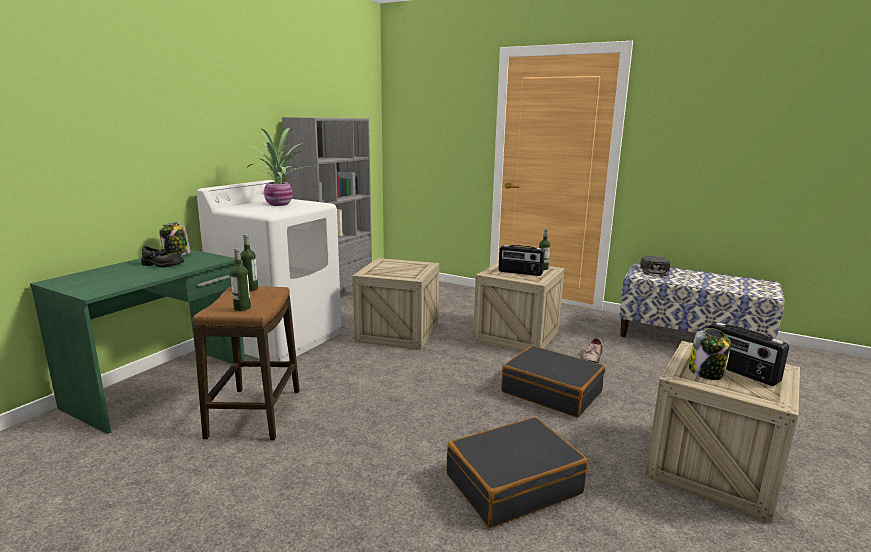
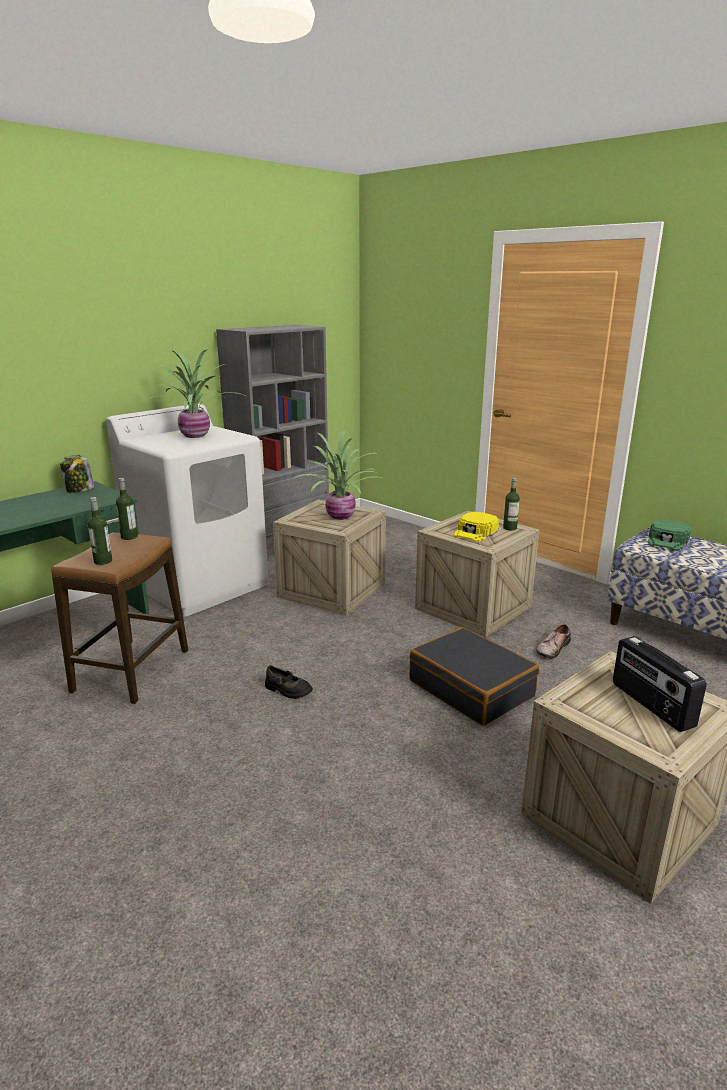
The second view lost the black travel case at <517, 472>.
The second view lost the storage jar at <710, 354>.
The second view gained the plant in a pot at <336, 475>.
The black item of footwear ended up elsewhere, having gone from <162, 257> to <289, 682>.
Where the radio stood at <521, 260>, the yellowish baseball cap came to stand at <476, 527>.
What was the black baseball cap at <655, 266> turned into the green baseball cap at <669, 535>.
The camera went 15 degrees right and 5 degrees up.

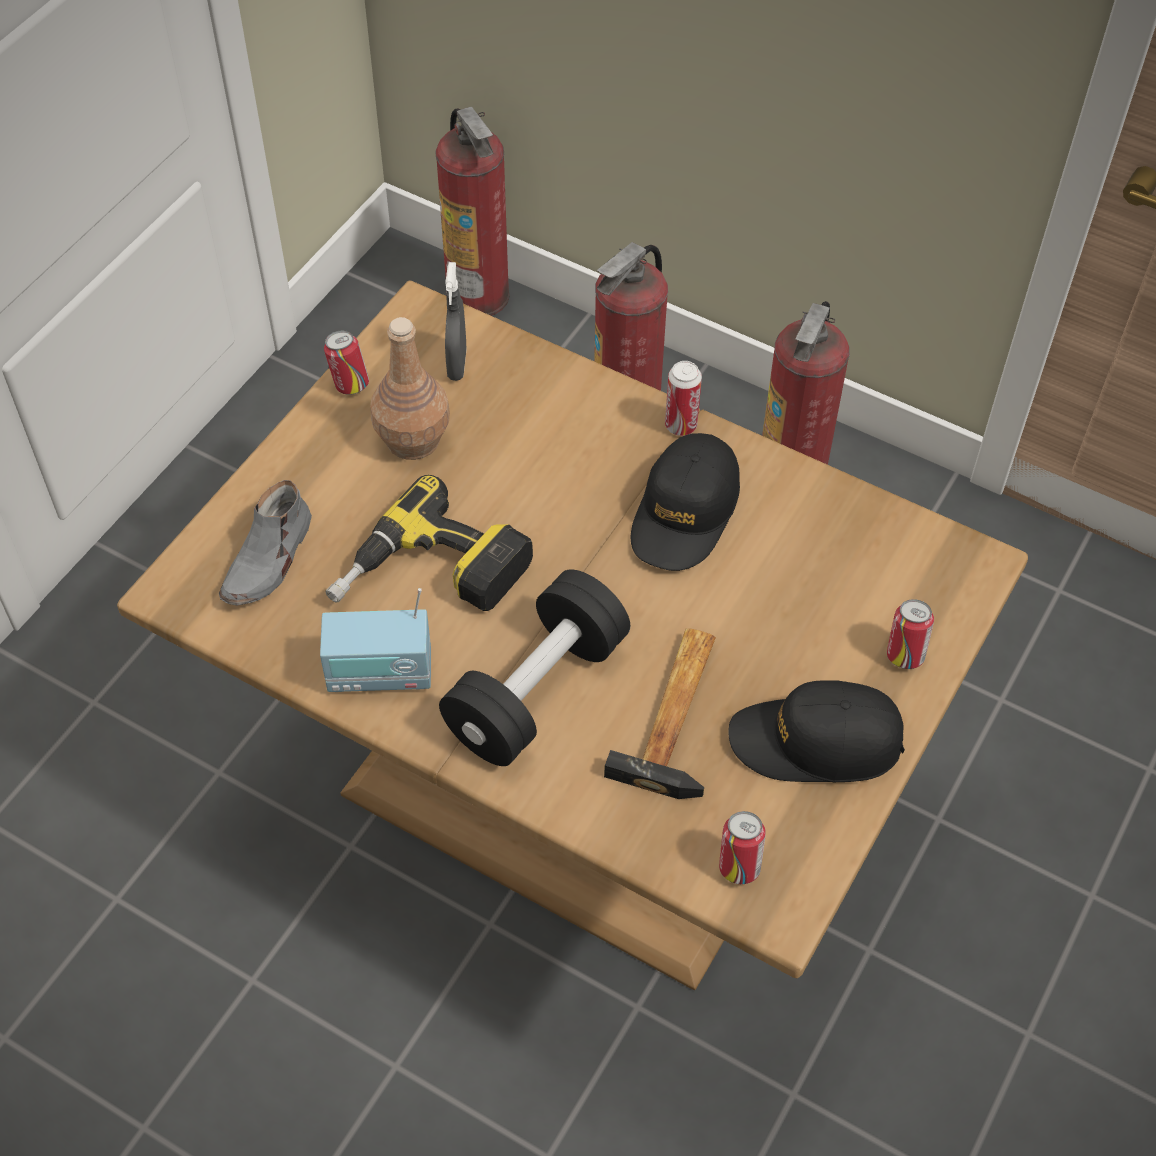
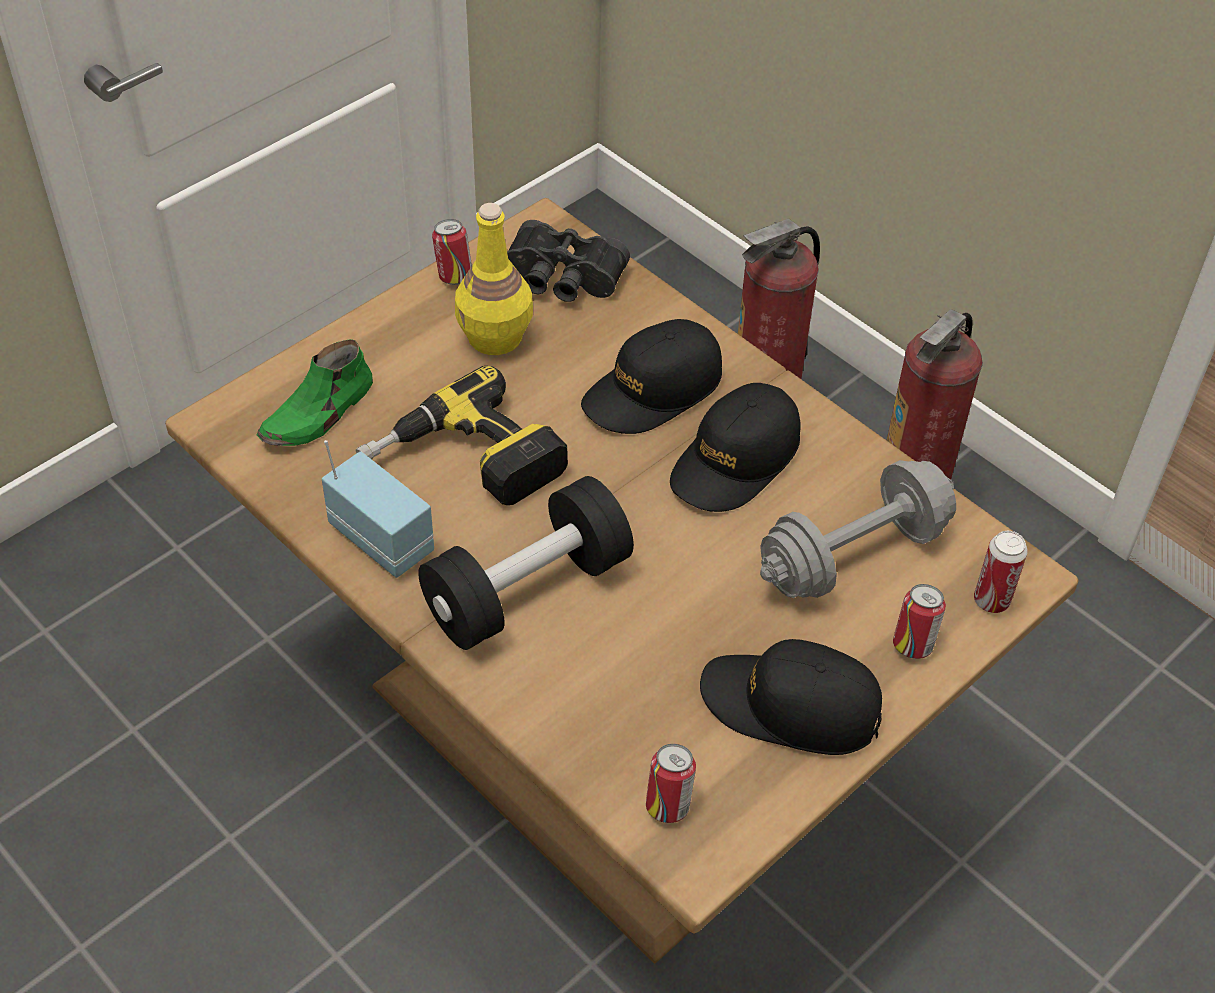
The second view lost the fire extinguisher at <472, 211>.
The second view lost the tool hammer at <660, 713>.
The second view gained the black baseball cap at <651, 376>.
The second view gained the grey free weight at <858, 529>.
The can ended up elsewhere, having gone from <683, 398> to <1001, 572>.
Where the grey hand sprayer stood at <455, 321>, the black binoculars came to stand at <568, 261>.
What was the grey item of footwear at <265, 543> turned into the green item of footwear at <315, 392>.
What was the brownish beverage bottle at <410, 388> turned into the yellowish beverage bottle at <494, 279>.
The radio at <375, 640> ended up facing another way, 150 degrees counterclockwise from before.
The camera went 15 degrees right and 5 degrees down.

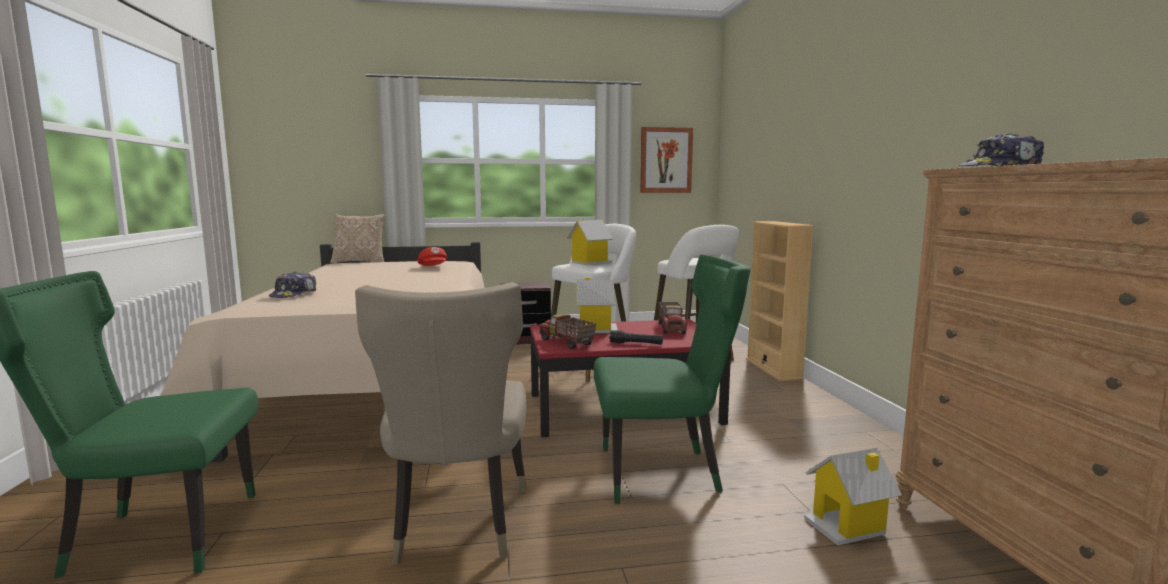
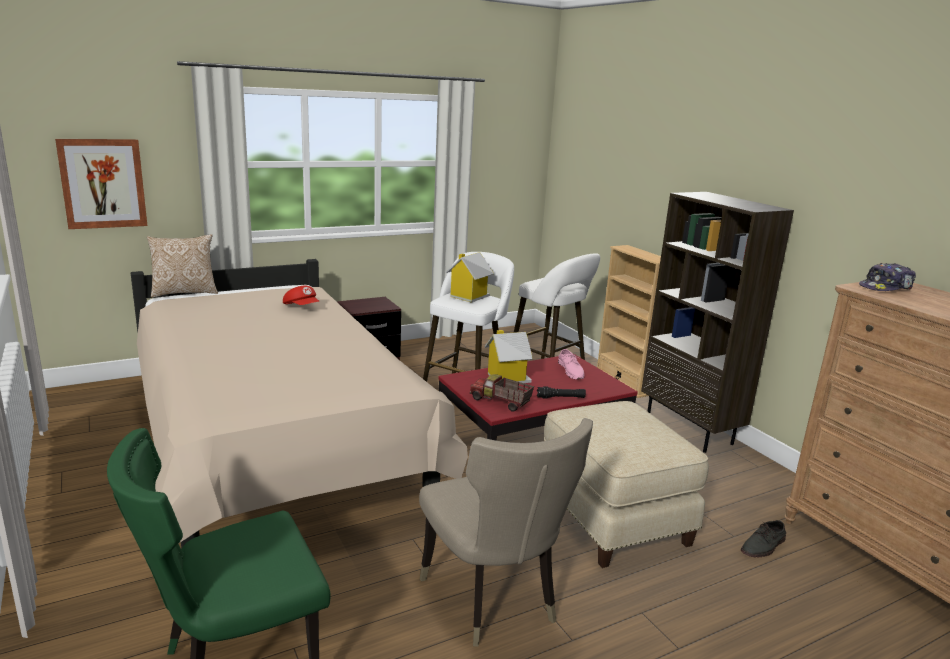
The second view lost the baseball cap at <292, 285>.
The second view gained the brownish shelving unit at <717, 322>.
The picture ended up elsewhere, having gone from <666, 160> to <101, 184>.
Where the green plain chair stood at <672, 379>, the beige-coloured ottoman came to stand at <626, 484>.
Where the toy lorry stood at <672, 318>, the pink item of footwear came to stand at <571, 364>.
Where the model house stood at <853, 496>, the grey item of footwear came to stand at <763, 538>.
The camera went 20 degrees left and 10 degrees up.

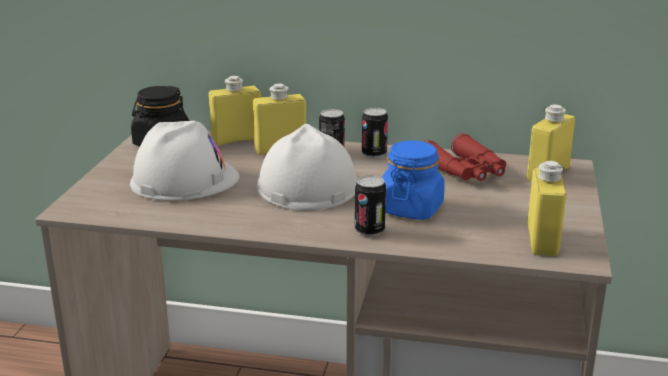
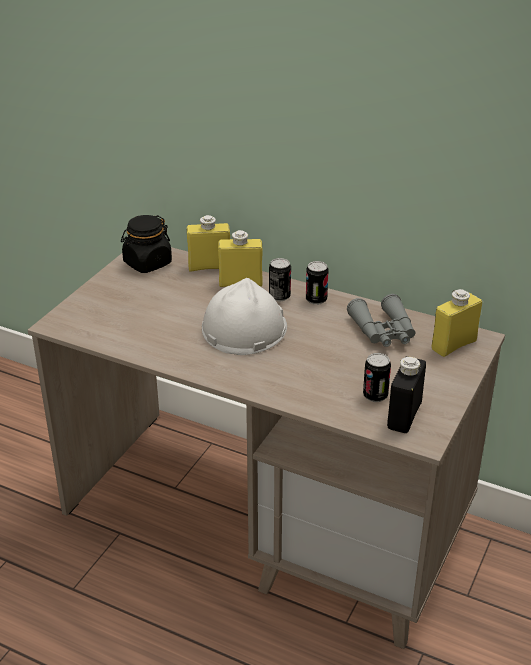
The second view lost the white work helmet at <184, 161>.
The second view lost the blue storage jar at <413, 180>.
The can ended up elsewhere, having gone from <370, 206> to <377, 377>.
What was the red binoculars at <465, 157> turned into the grey binoculars at <381, 320>.
What was the yellowish beverage bottle at <546, 208> turned into the black beverage bottle at <406, 395>.
The camera went 15 degrees right and 10 degrees up.

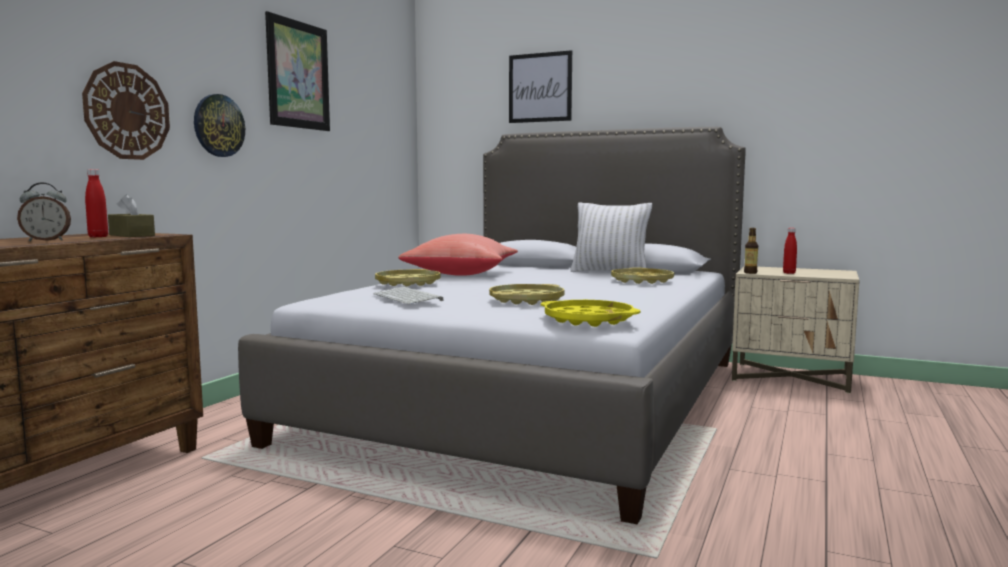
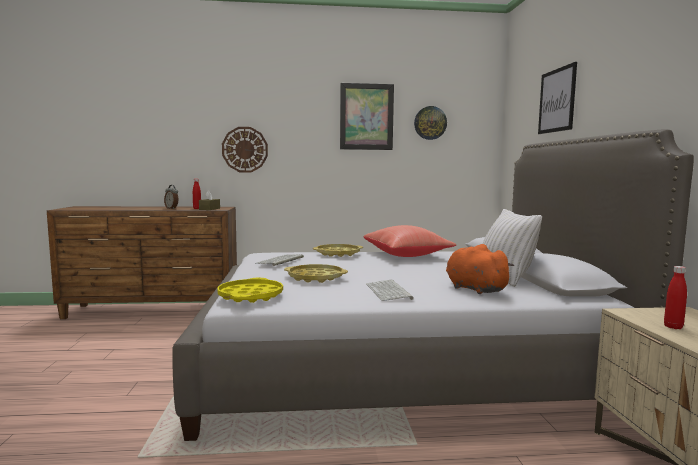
The second view lost the beverage bottle at <751, 251>.
The second view gained the keyboard at <390, 290>.
The hanging clock ended up elsewhere, having gone from <219, 125> to <430, 123>.
Where the yellowish serving tray stood at <642, 276>, the orange-coloured cuddly toy came to stand at <480, 269>.
The camera went 60 degrees right and 0 degrees up.

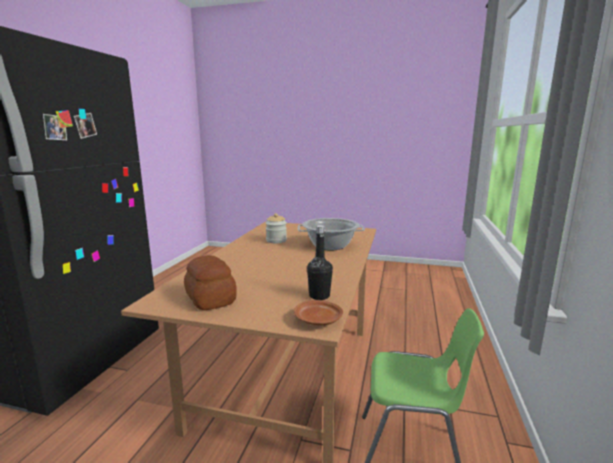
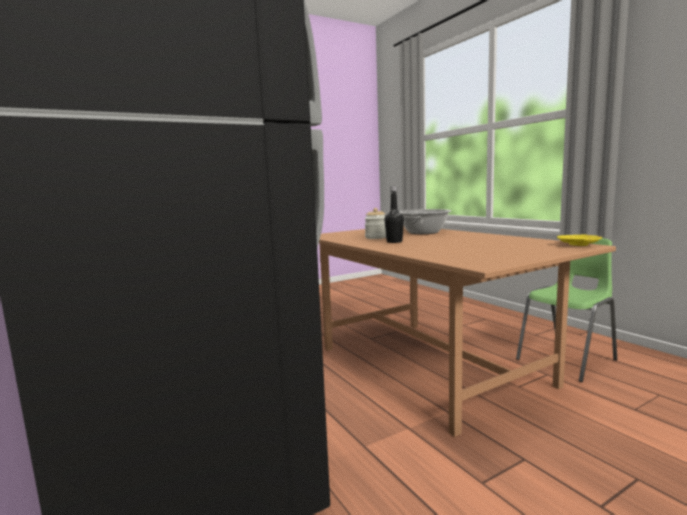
The second view lost the bakery bread at <210, 282>.
The black beverage bottle ended up elsewhere, having gone from <320, 262> to <394, 214>.
What was the brownish dinner plate at <318, 312> turned into the yellowish dinner plate at <579, 240>.
The camera went 45 degrees left and 5 degrees down.

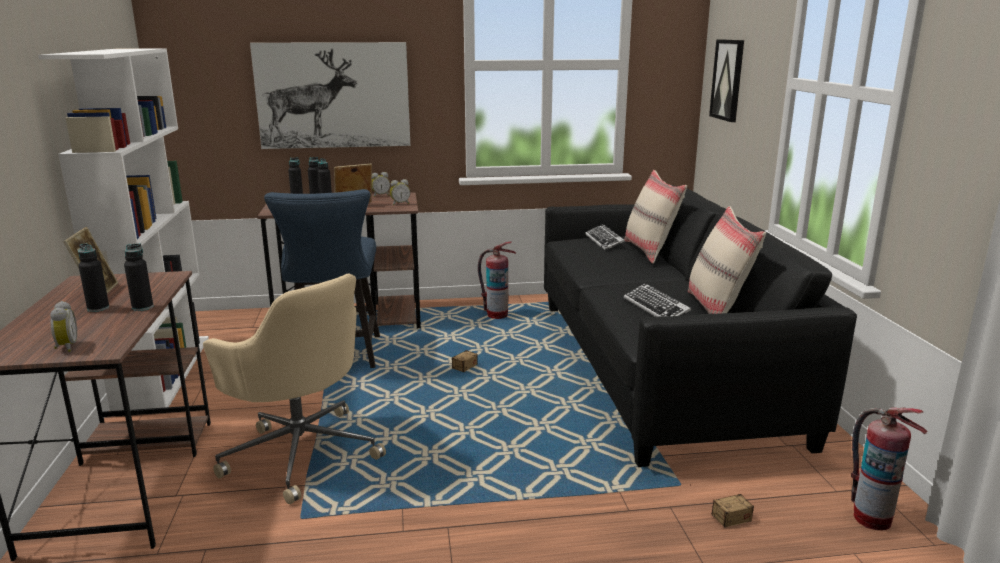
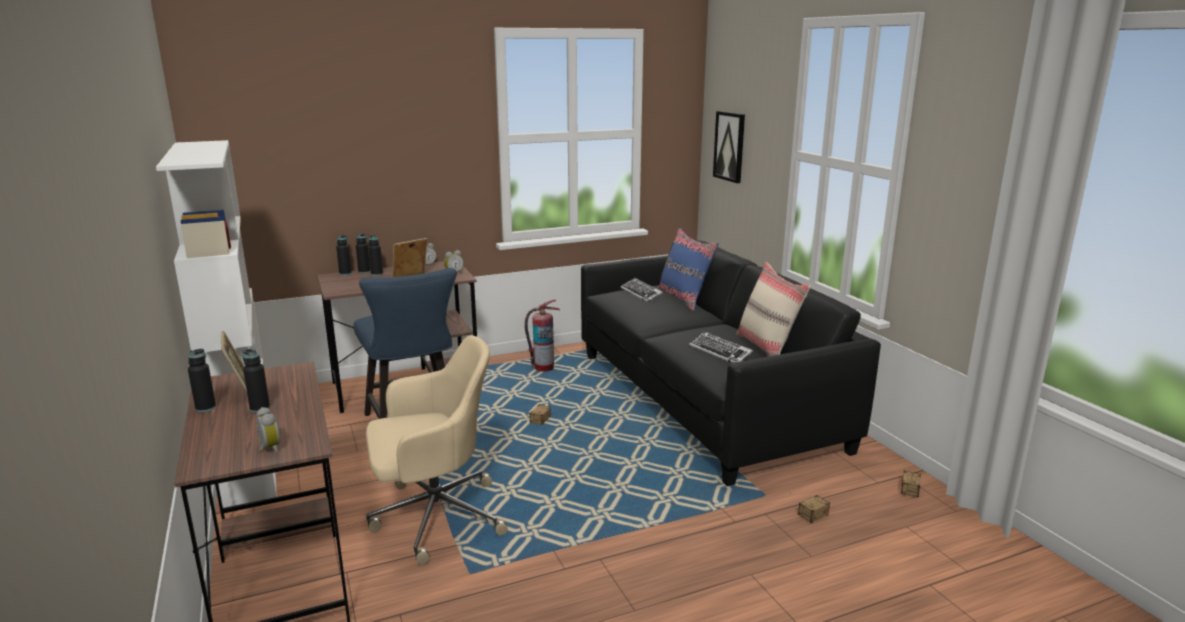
The second view lost the picture at <330, 95>.
The black beverage bottle ended up elsewhere, having gone from <138, 277> to <202, 380>.
Where the fire extinguisher stood at <889, 468>, the storage container came to stand at <911, 484>.
What was the beige-coloured throw pillow at <655, 217> turned into the blue throw pillow at <688, 269>.
The beige-coloured office chair at <294, 389> ended up facing another way, 45 degrees counterclockwise from before.
The camera went 15 degrees left and 0 degrees up.

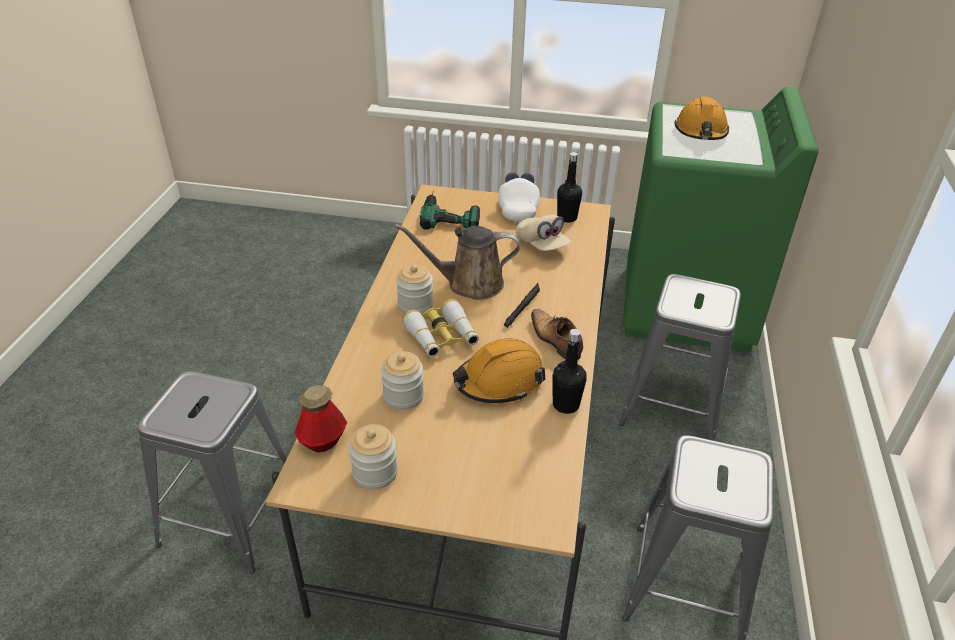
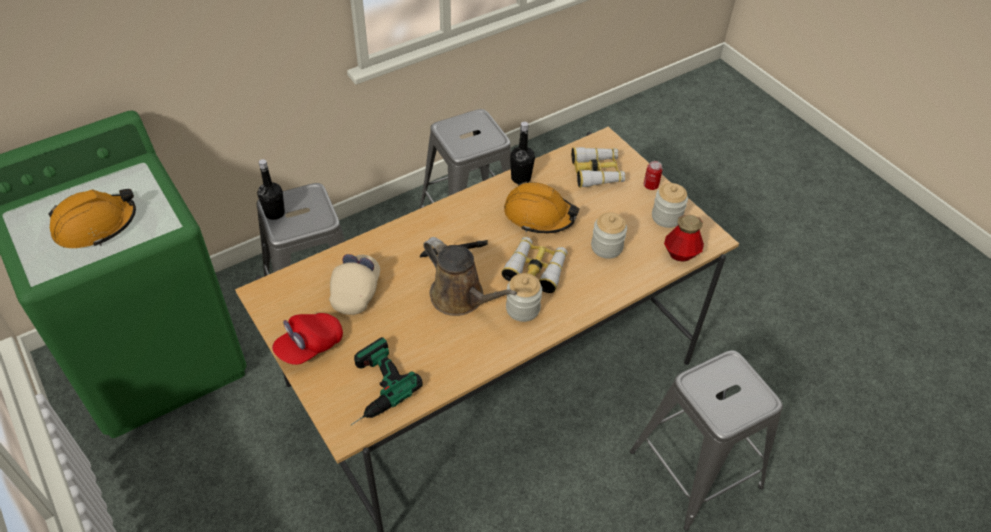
The second view lost the item of footwear at <557, 334>.
The second view gained the binoculars at <598, 167>.
The second view gained the can at <653, 175>.
The black beverage bottle ended up elsewhere, having gone from <569, 187> to <271, 189>.
What was the white baseball cap at <519, 197> turned into the red baseball cap at <307, 339>.
The camera went 135 degrees left and 10 degrees up.

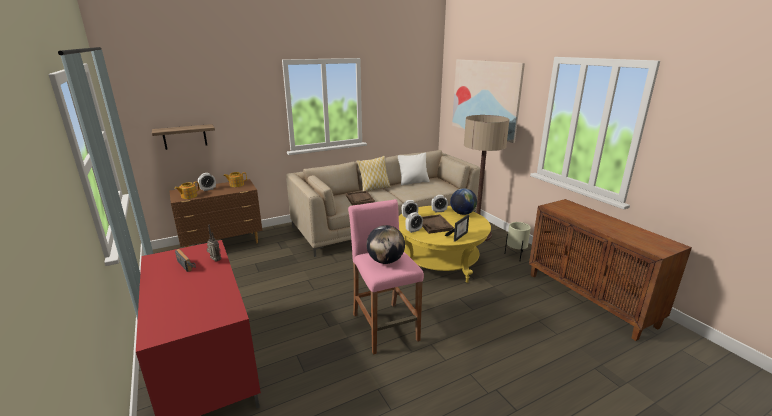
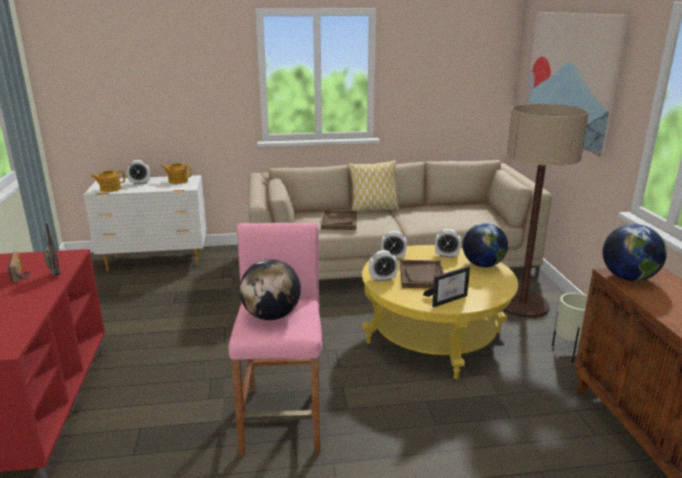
The second view lost the wall shelf at <183, 137>.
The second view lost the white throw pillow at <413, 169>.
The second view gained the desk globe at <635, 252>.
What was the brownish chest of drawers at <216, 213> turned into the white chest of drawers at <145, 223>.
The camera went 20 degrees right and 0 degrees up.

